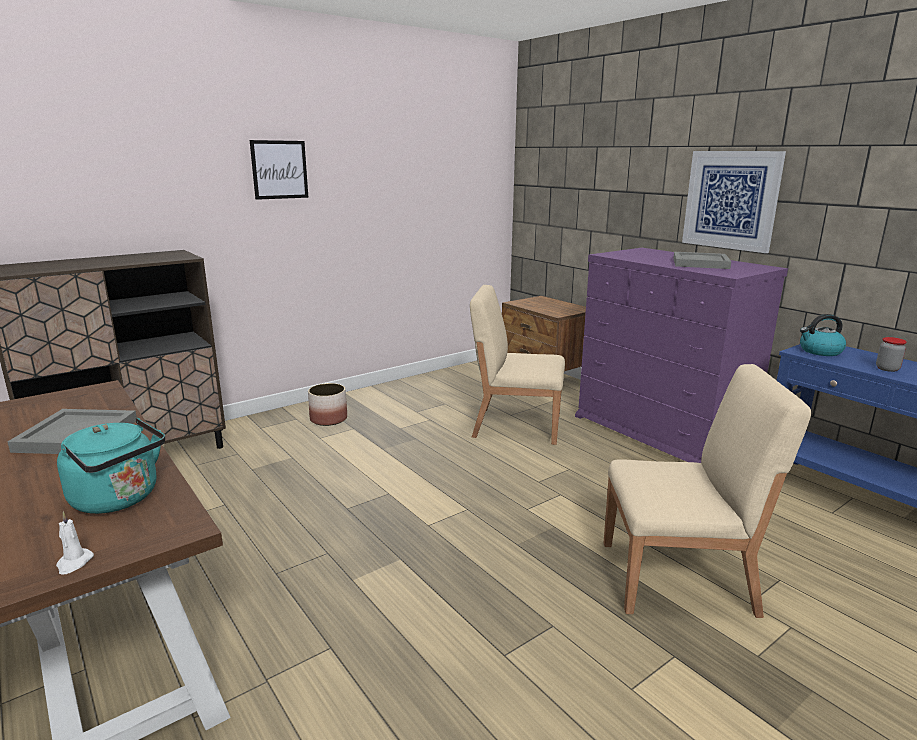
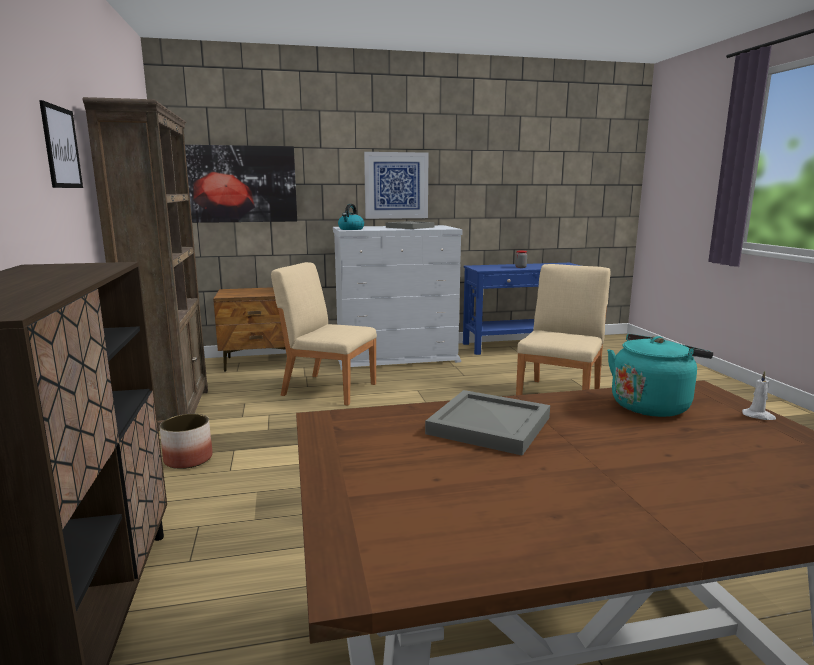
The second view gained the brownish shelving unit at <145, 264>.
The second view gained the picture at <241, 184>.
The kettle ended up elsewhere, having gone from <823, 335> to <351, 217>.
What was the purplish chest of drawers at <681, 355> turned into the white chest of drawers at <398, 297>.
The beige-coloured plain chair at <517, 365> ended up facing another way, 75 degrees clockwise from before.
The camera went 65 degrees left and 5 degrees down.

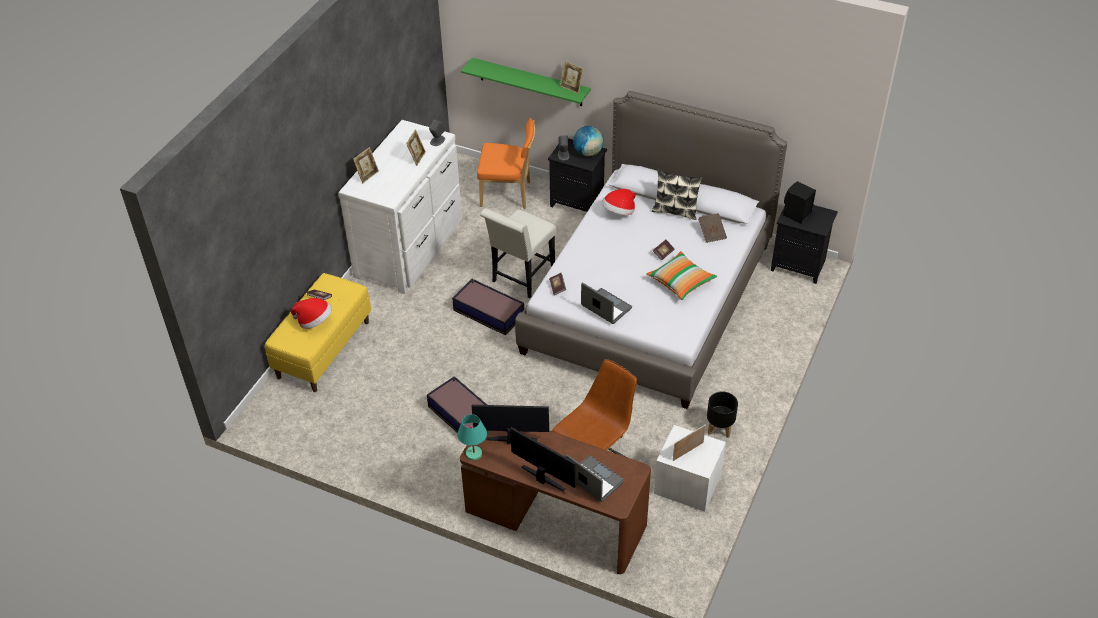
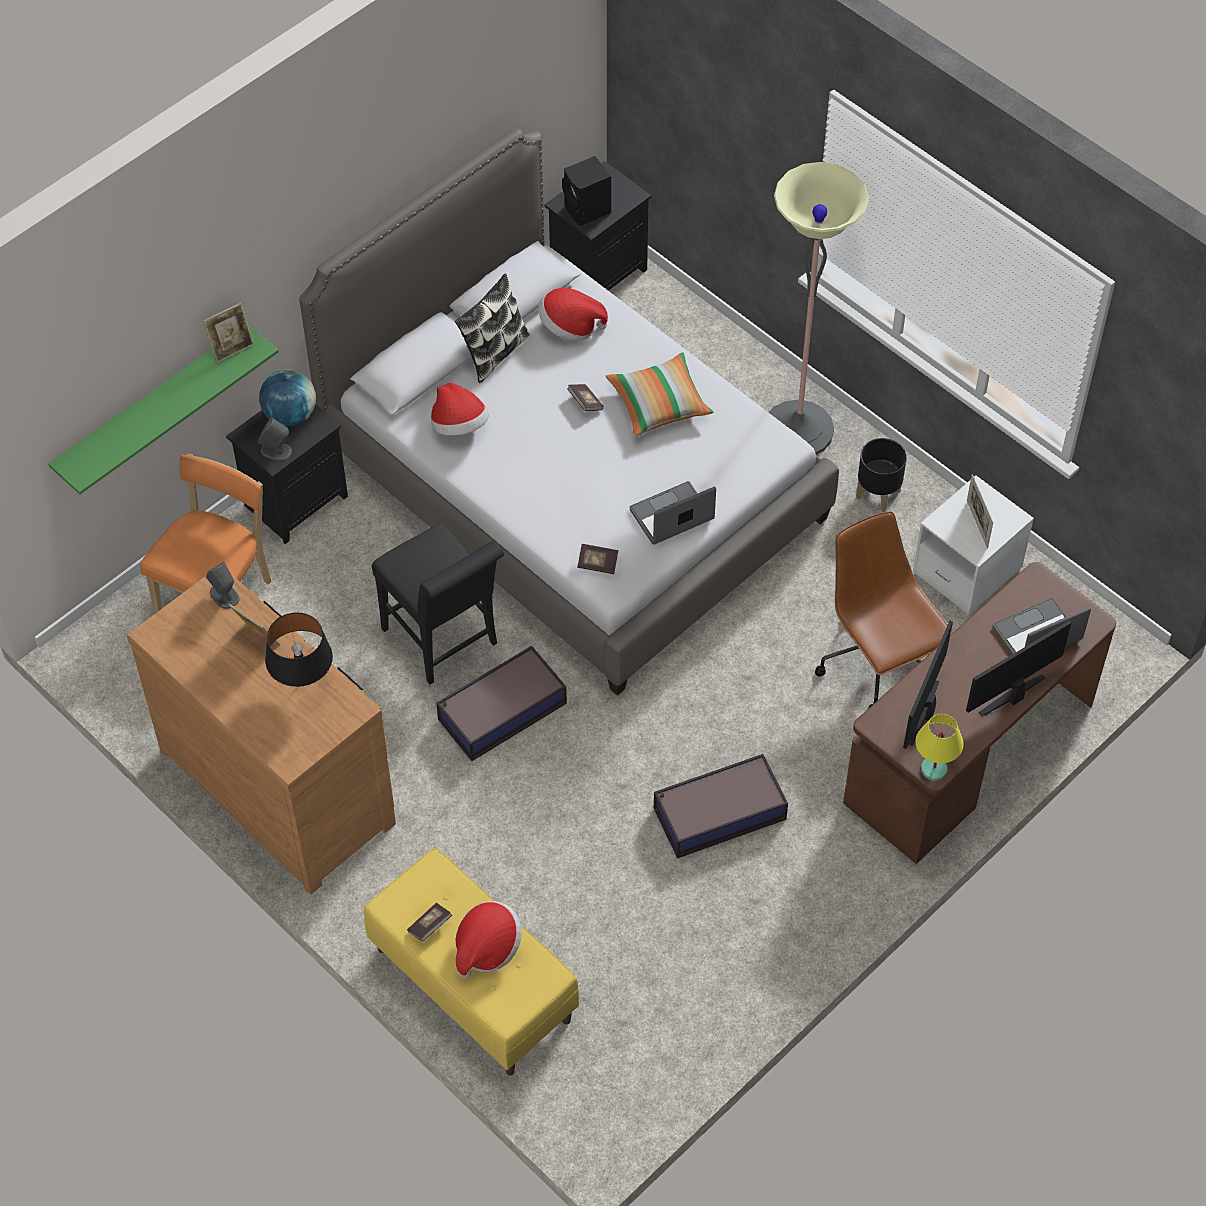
The second view lost the picture frame at <366, 165>.
The second view gained the black tabletop lamp at <299, 650>.
The second view gained the standing lamp at <819, 308>.
Where the brownish book stood at <712, 228>, the hat came to stand at <573, 314>.
What was the white chest of drawers at <400, 207> turned into the brownish chest of drawers at <261, 735>.
What was the turquoise tabletop lamp at <472, 437> turned into the yellowish tabletop lamp at <939, 747>.
What was the white plain chair at <518, 253> turned into the black plain chair at <438, 604>.
The camera went 70 degrees left and 10 degrees up.

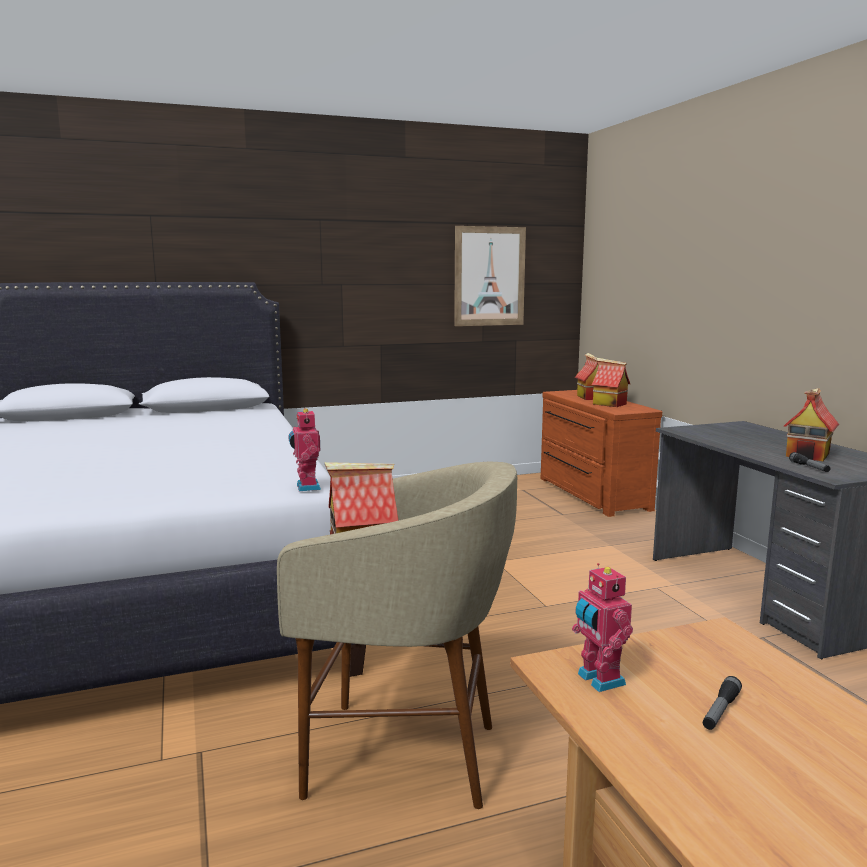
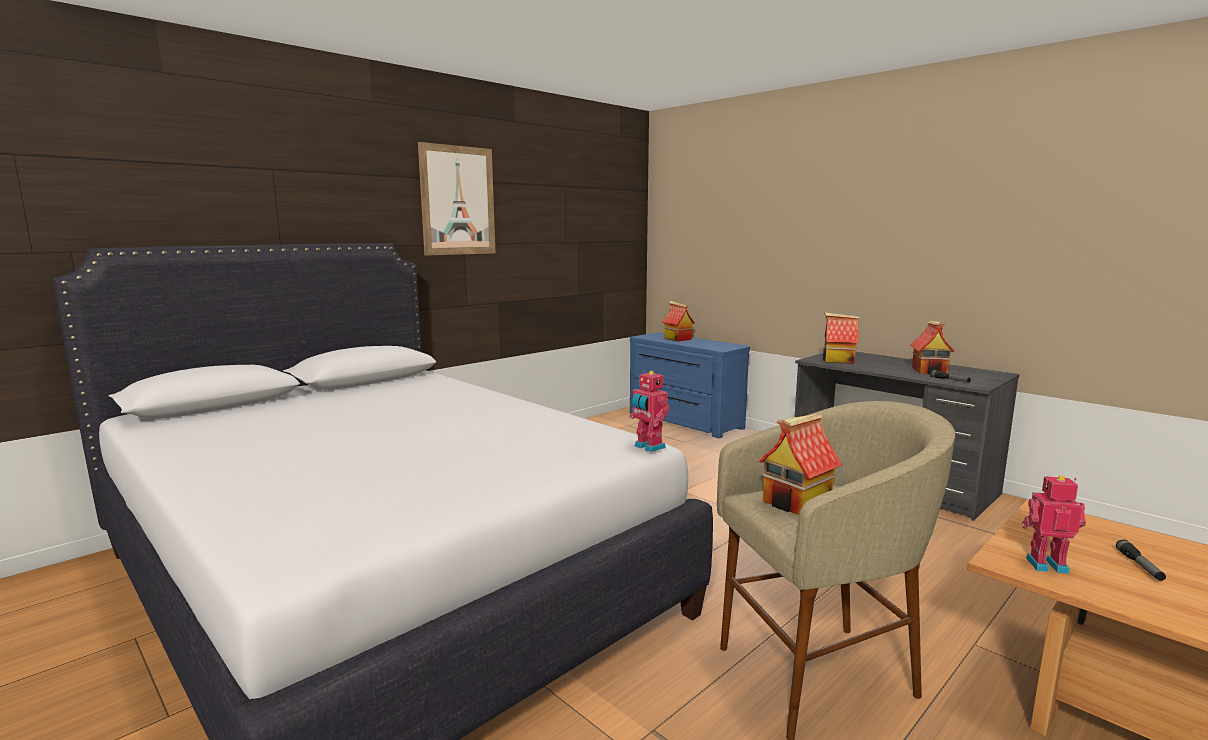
The picture ended up elsewhere, having gone from <490, 276> to <456, 199>.
The model house ended up elsewhere, having gone from <611, 382> to <841, 338>.
What was the brownish chest of drawers at <601, 453> turned into the blue chest of drawers at <690, 385>.
The toy robot at <602, 627> ended up facing another way, 150 degrees clockwise from before.
The camera went 25 degrees left and 0 degrees up.

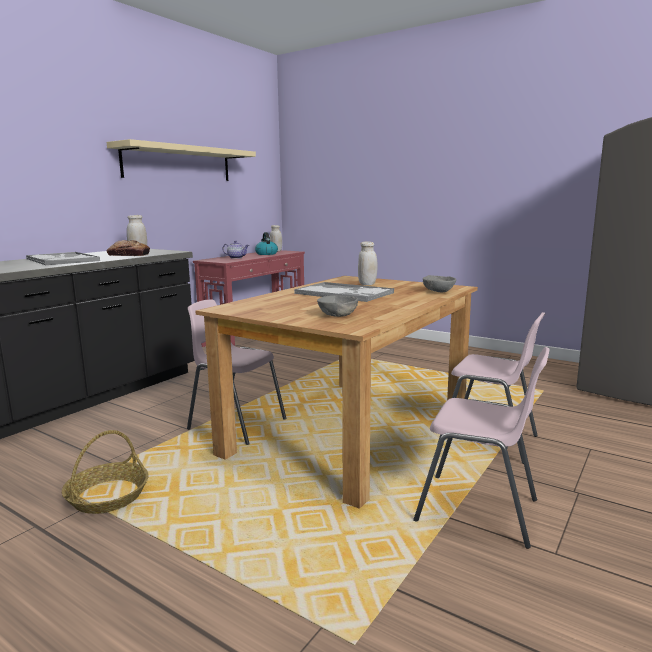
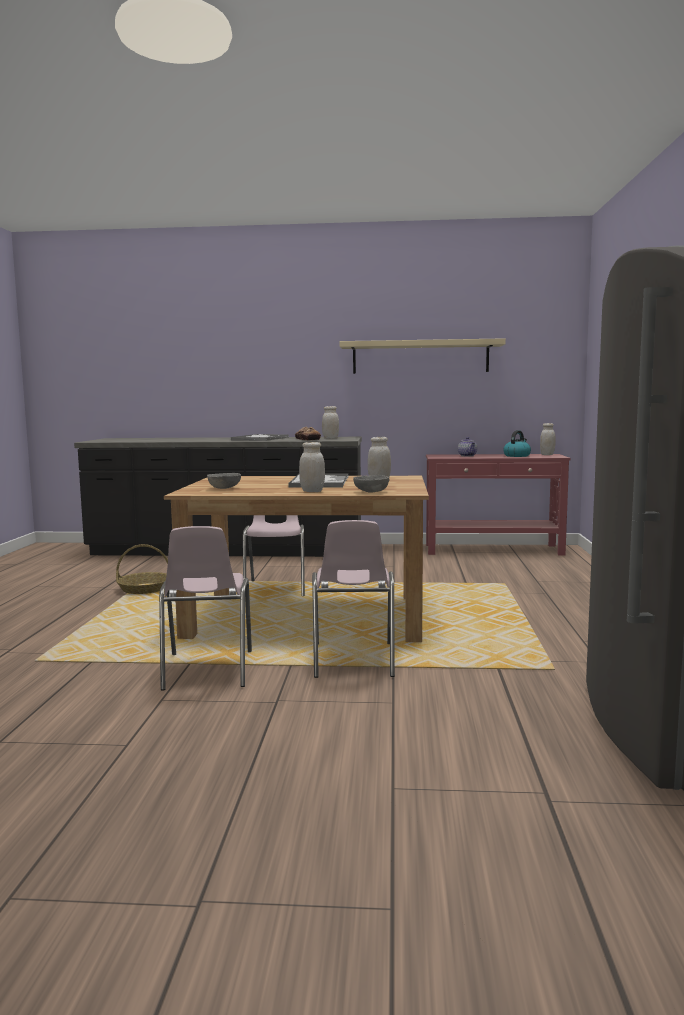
The second view gained the white storage jar at <312, 467>.
The camera went 60 degrees right and 5 degrees down.

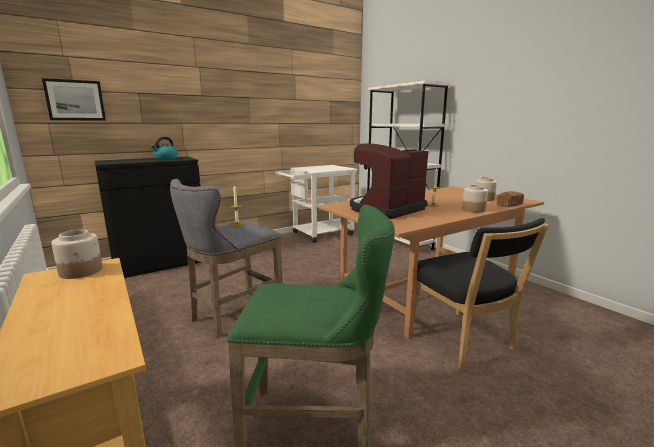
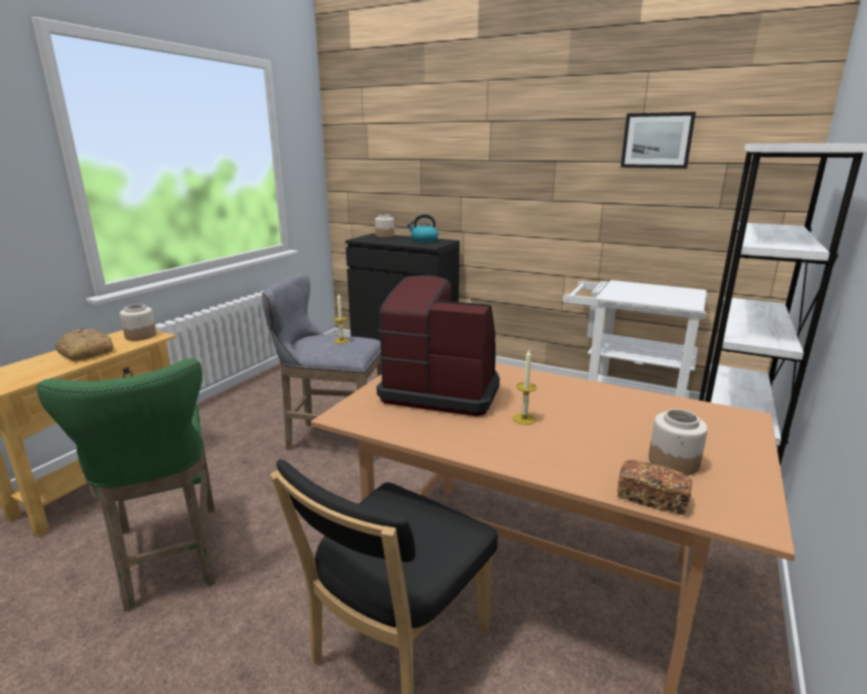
The second view gained the bakery bread at <85, 345>.
The picture ended up elsewhere, having gone from <74, 99> to <658, 140>.
The storage jar ended up elsewhere, having gone from <475, 198> to <384, 226>.
The camera went 60 degrees right and 5 degrees up.

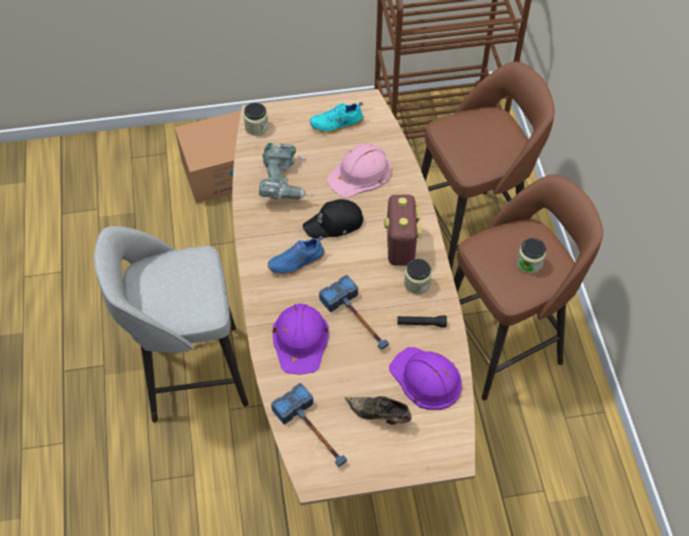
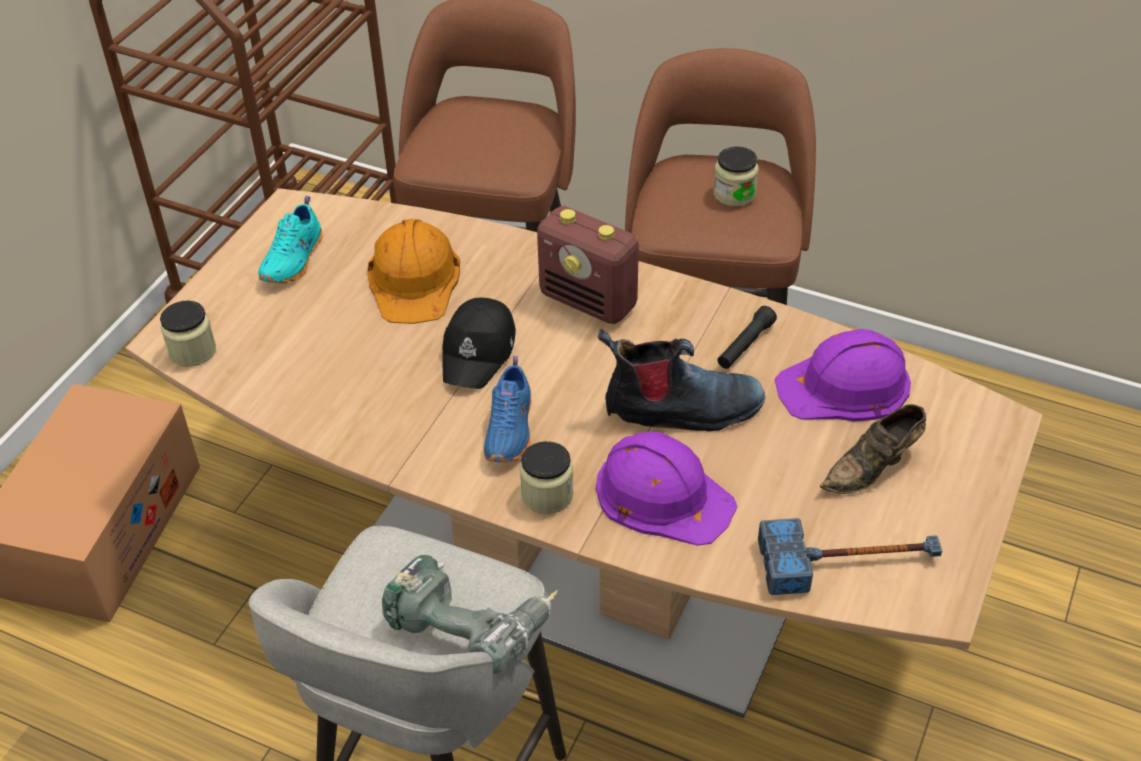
The drill ended up elsewhere, having gone from <286, 171> to <470, 614>.
The storage jar ended up elsewhere, having gone from <418, 277> to <547, 477>.
Where the tool hammer stood at <354, 312>, the tall boot came to stand at <681, 380>.
What was the pink work helmet at <359, 170> turned into the orange-coloured work helmet at <414, 271>.
The camera went 55 degrees left and 10 degrees down.

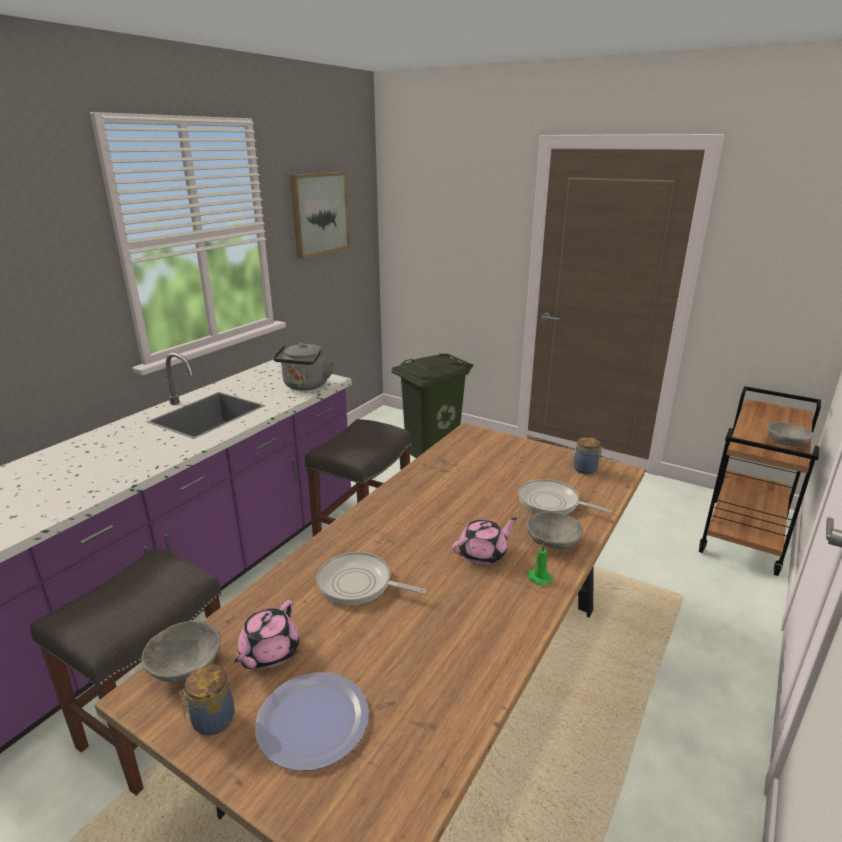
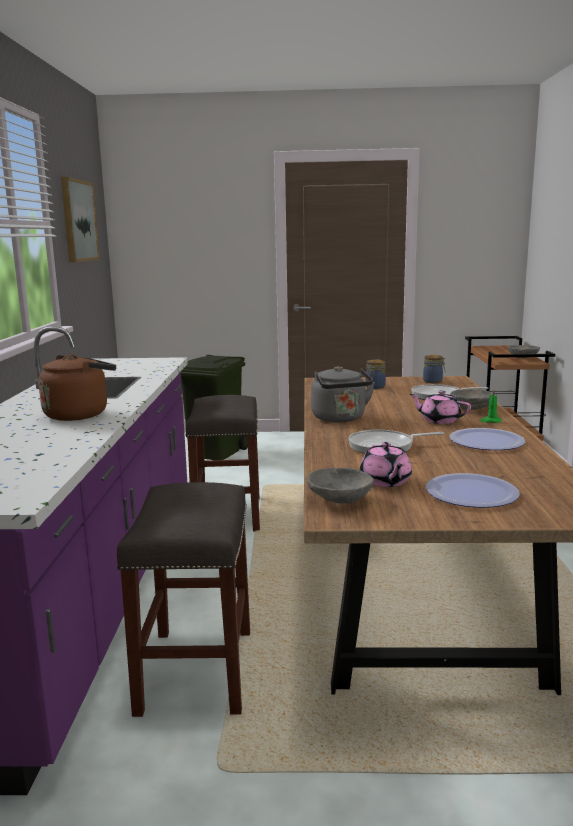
The second view gained the brownish kettle at <77, 387>.
The second view gained the dinner plate at <487, 439>.
The storage jar ended up elsewhere, having gone from <207, 700> to <376, 374>.
The grey kettle ended up elsewhere, having gone from <304, 367> to <343, 394>.
The pink pot for tea at <484, 541> ended up facing another way, 90 degrees counterclockwise from before.
The camera went 30 degrees left and 10 degrees down.

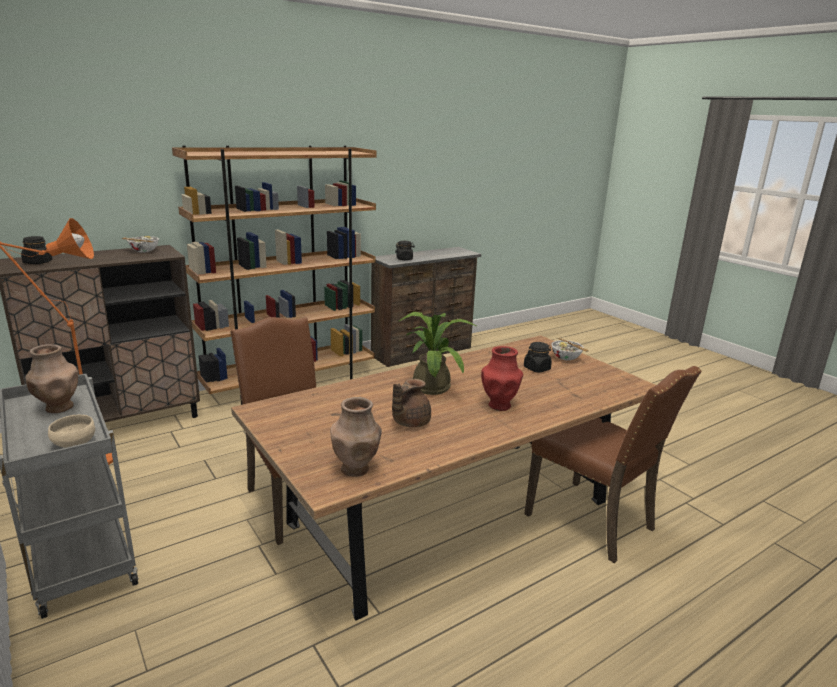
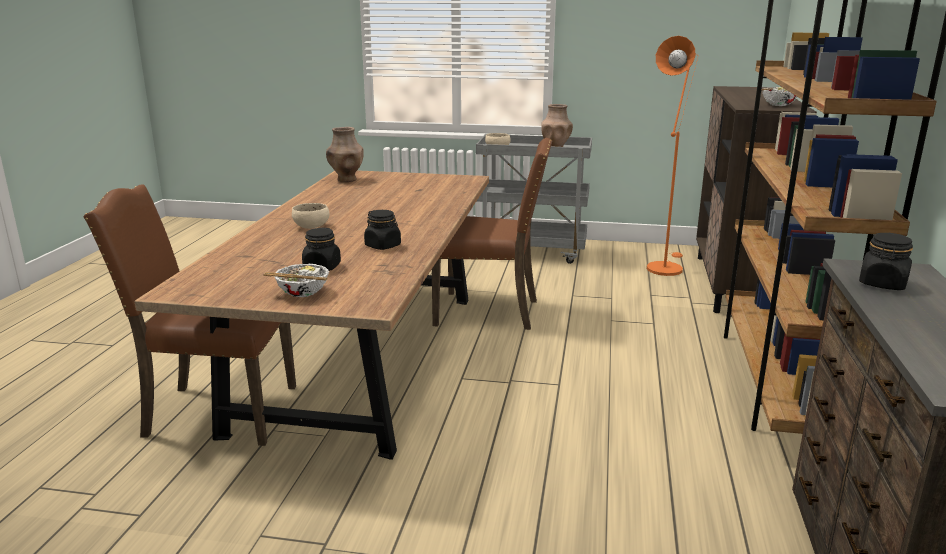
The second view lost the brownish pot for tea at <411, 403>.
The second view lost the plant in a pot at <437, 353>.
The black storage jar ended up elsewhere, having gone from <37, 250> to <382, 230>.
Where the red flower vase stood at <502, 378>, the beige-coloured deep dish came to stand at <310, 216>.
The camera went 135 degrees right and 0 degrees up.

